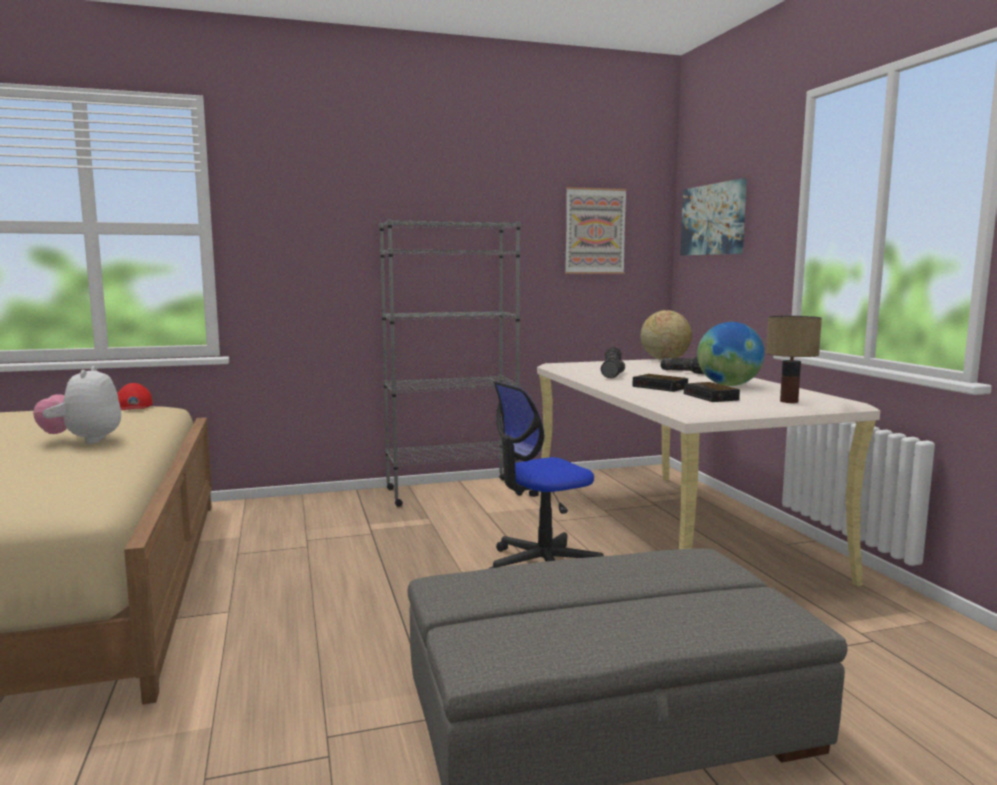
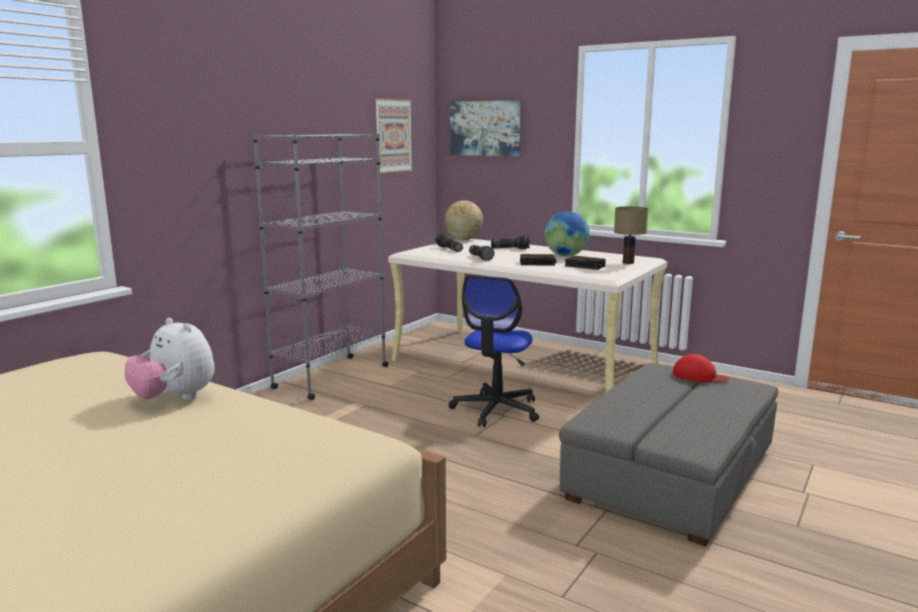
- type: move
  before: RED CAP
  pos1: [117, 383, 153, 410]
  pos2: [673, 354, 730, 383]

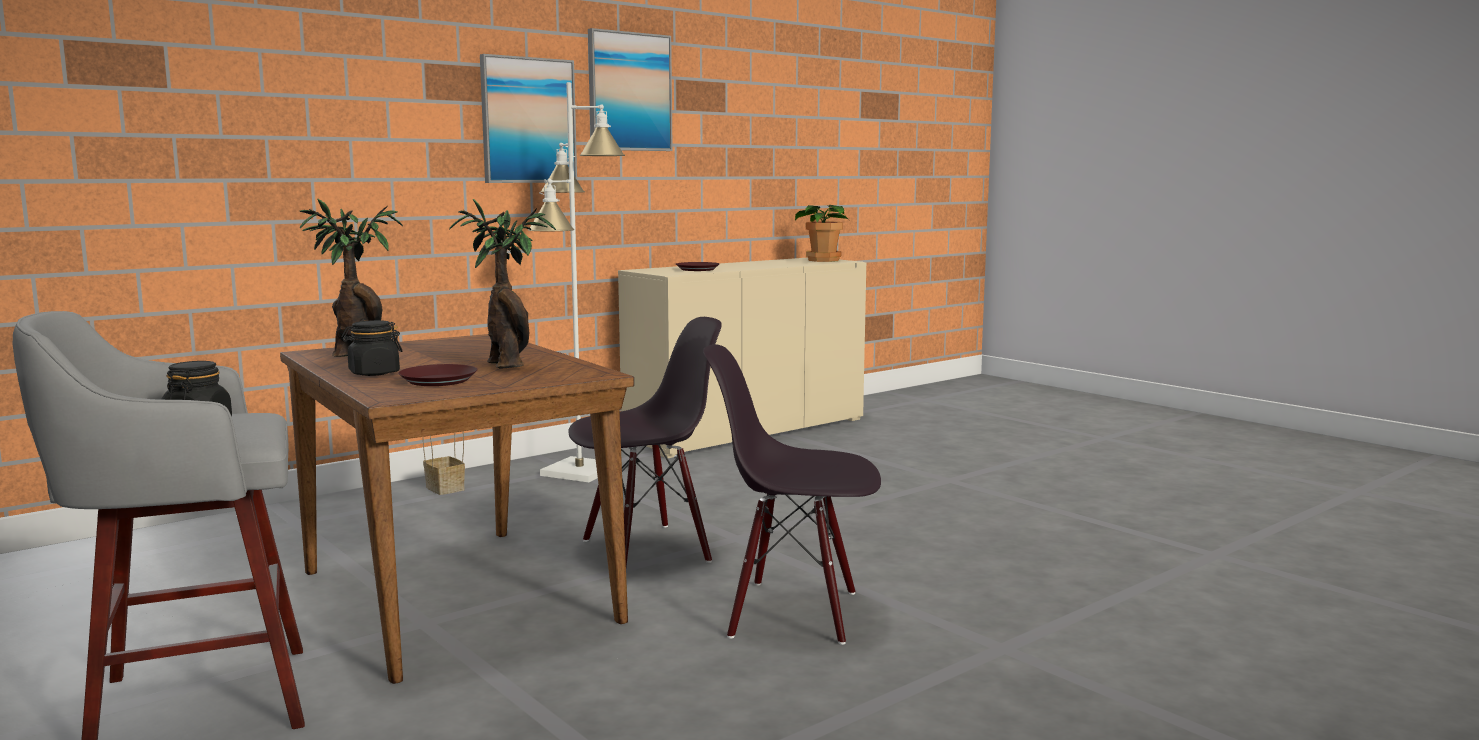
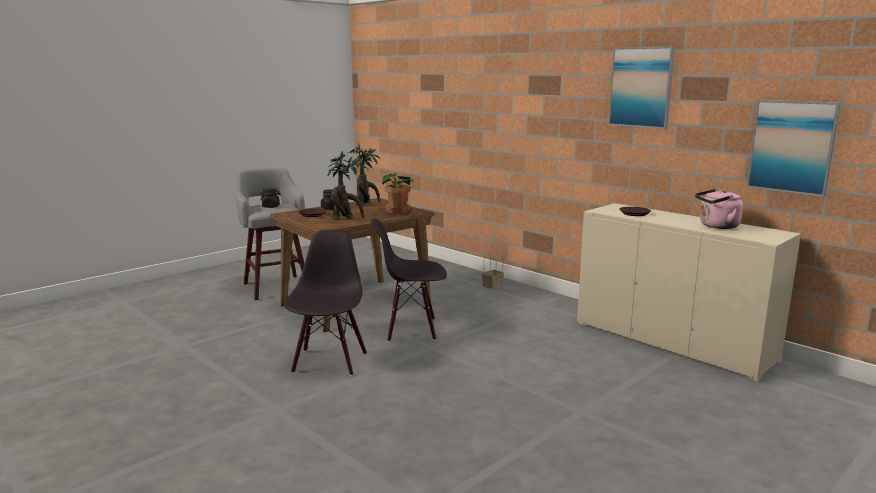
- type: move
  before: PICTURE
  pos1: [480, 54, 577, 183]
  pos2: [746, 100, 841, 197]
- type: delete
  before: WHITE FLOOR LAMP
  pos1: [528, 82, 625, 482]
- type: rotate
  before: BLACK CHAIR
  pos1: [568, 317, 722, 566]
  pos2: [371, 219, 447, 342]
  turn: 120
- type: move
  before: POTTED PLANT
  pos1: [795, 205, 849, 262]
  pos2: [382, 173, 414, 214]
- type: insert
  after: PINK KETTLE
  pos2: [695, 189, 743, 229]

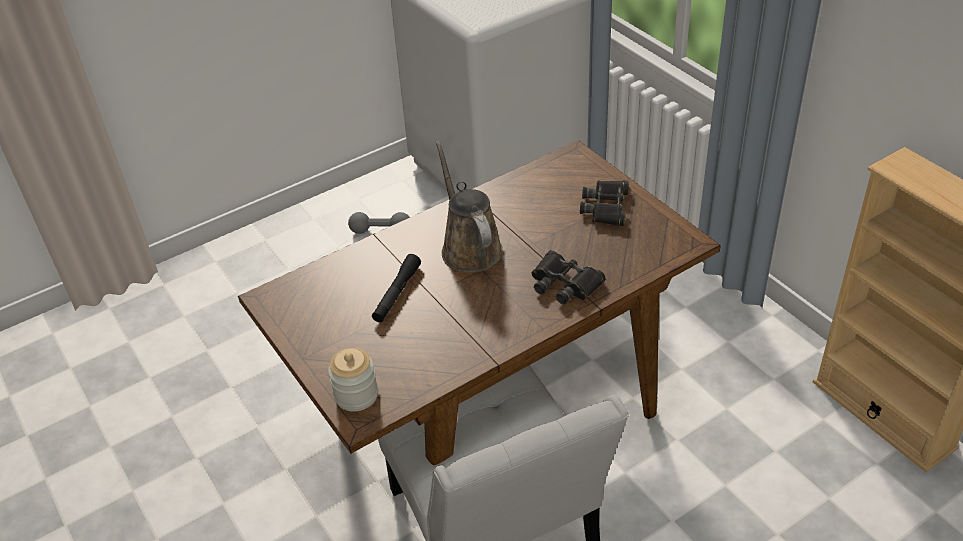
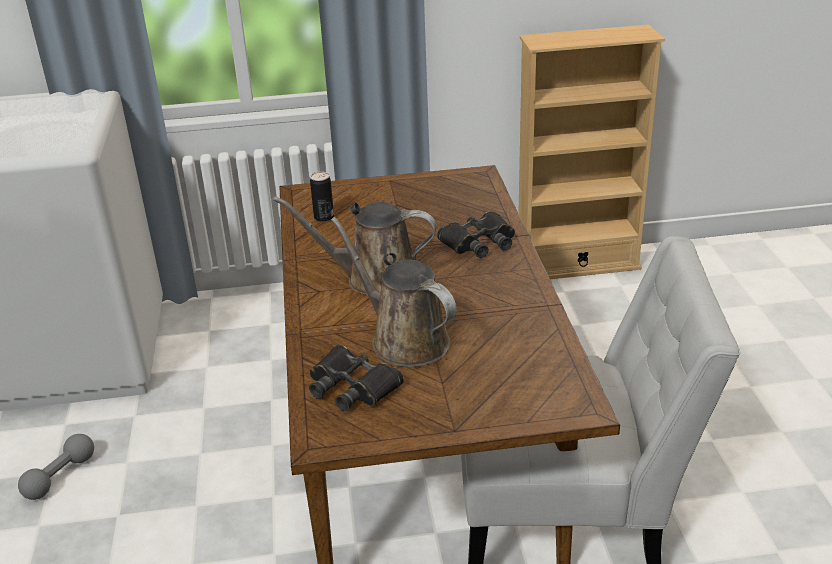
- type: delete
  before: JAR
  pos1: [328, 348, 378, 412]
- type: replace
  before: BLACK FLASHLIGHT
  after: BROWN WATERING CAN
  pos1: [372, 254, 421, 322]
  pos2: [331, 217, 457, 367]
- type: move
  before: BLACK BINOCULARS
  pos1: [580, 180, 629, 226]
  pos2: [309, 345, 404, 411]
- type: insert
  after: CAN
  pos2: [310, 172, 334, 222]

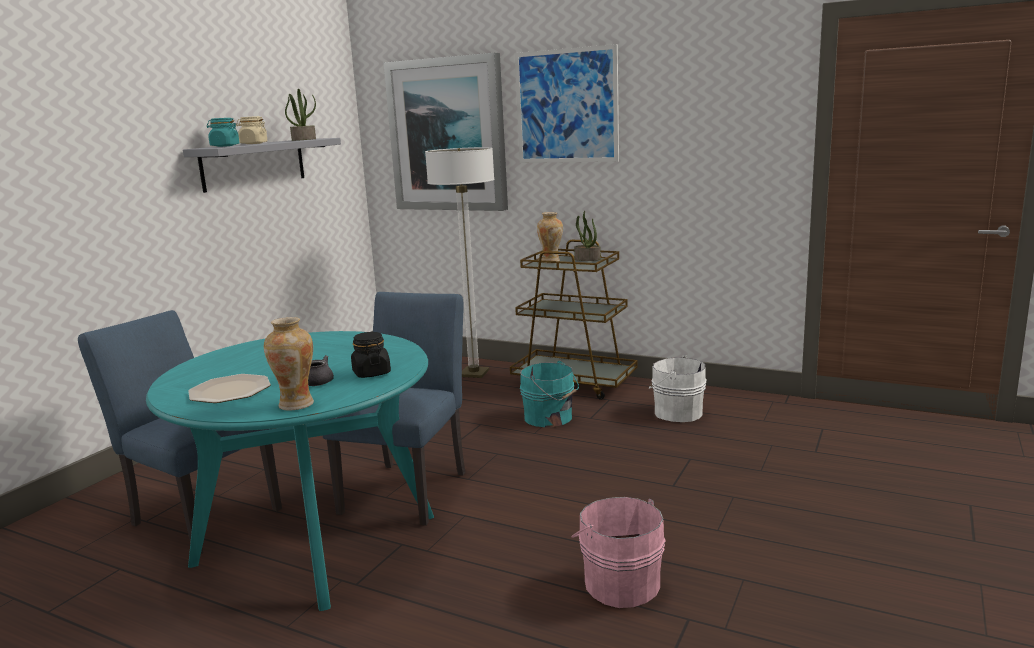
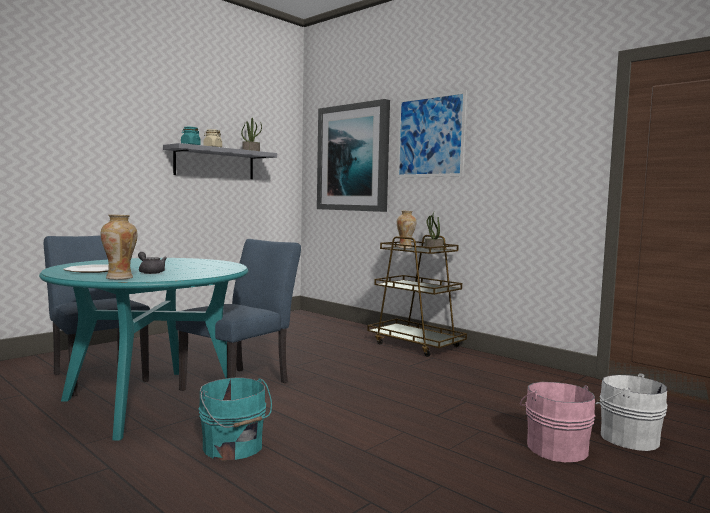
- type: delete
  before: BLACK JAR
  pos1: [351, 332, 391, 378]
- type: delete
  before: FLOOR LAMP
  pos1: [425, 147, 495, 378]
- type: move
  before: TURQUOISE BUCKET
  pos1: [520, 360, 579, 427]
  pos2: [198, 377, 272, 461]
- type: move
  before: PINK BUCKET
  pos1: [571, 497, 666, 608]
  pos2: [520, 382, 596, 462]
- type: move
  before: WHITE BUCKET
  pos1: [649, 355, 706, 422]
  pos2: [596, 373, 667, 451]

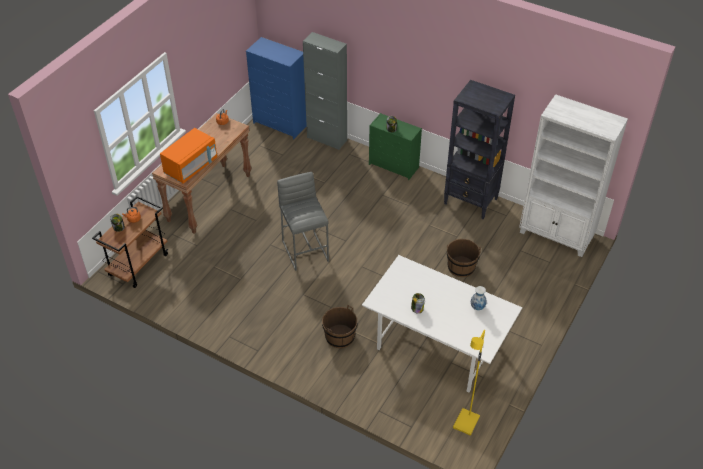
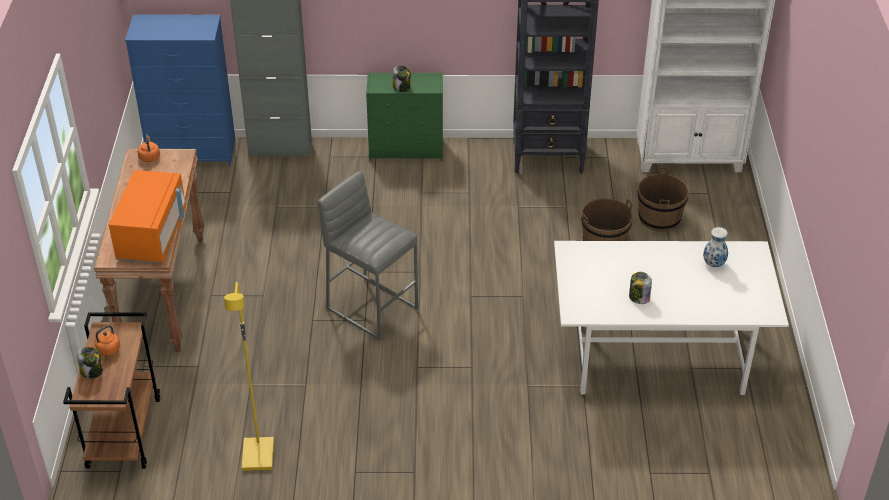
- type: move
  before: BROWN BUCKET
  pos1: [322, 305, 357, 348]
  pos2: [638, 168, 689, 232]
- type: move
  before: YELLOW FLOOR LAMP
  pos1: [453, 330, 485, 436]
  pos2: [224, 282, 274, 471]

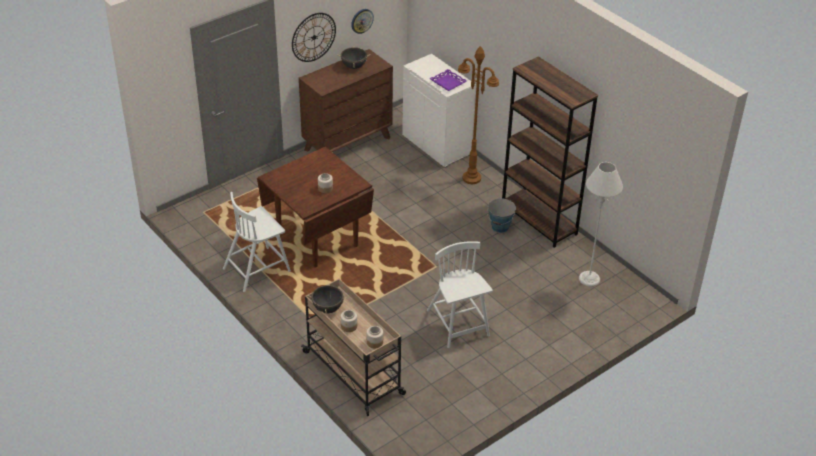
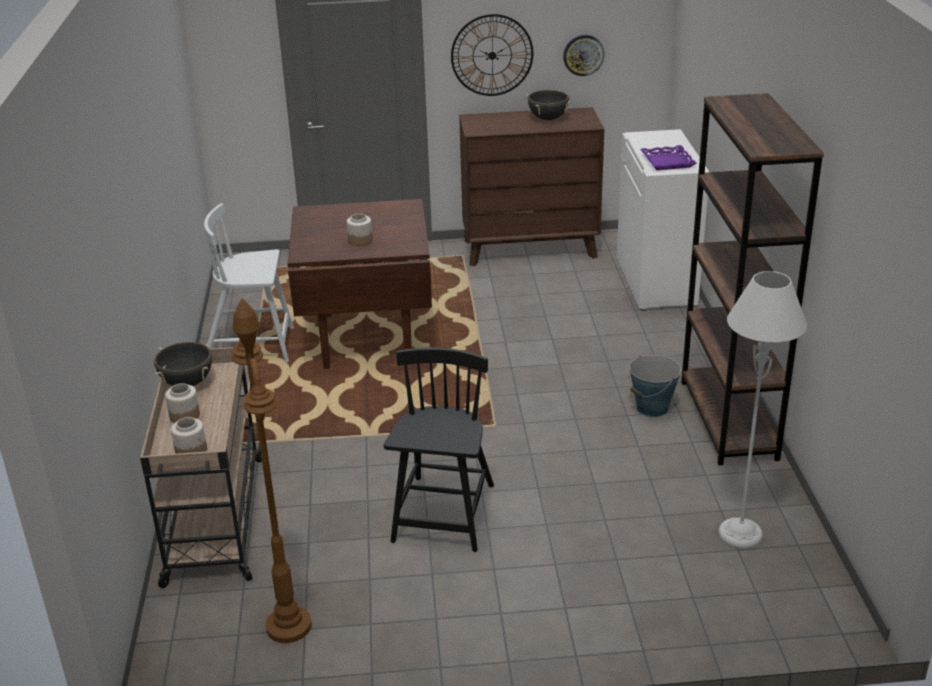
- type: recolor
  before: WHITE CHAIR
  after: BLACK CHAIR
  pos1: [427, 241, 493, 348]
  pos2: [384, 347, 494, 552]
- type: move
  before: BROWN FLOOR LAMP
  pos1: [458, 46, 499, 184]
  pos2: [232, 298, 312, 643]

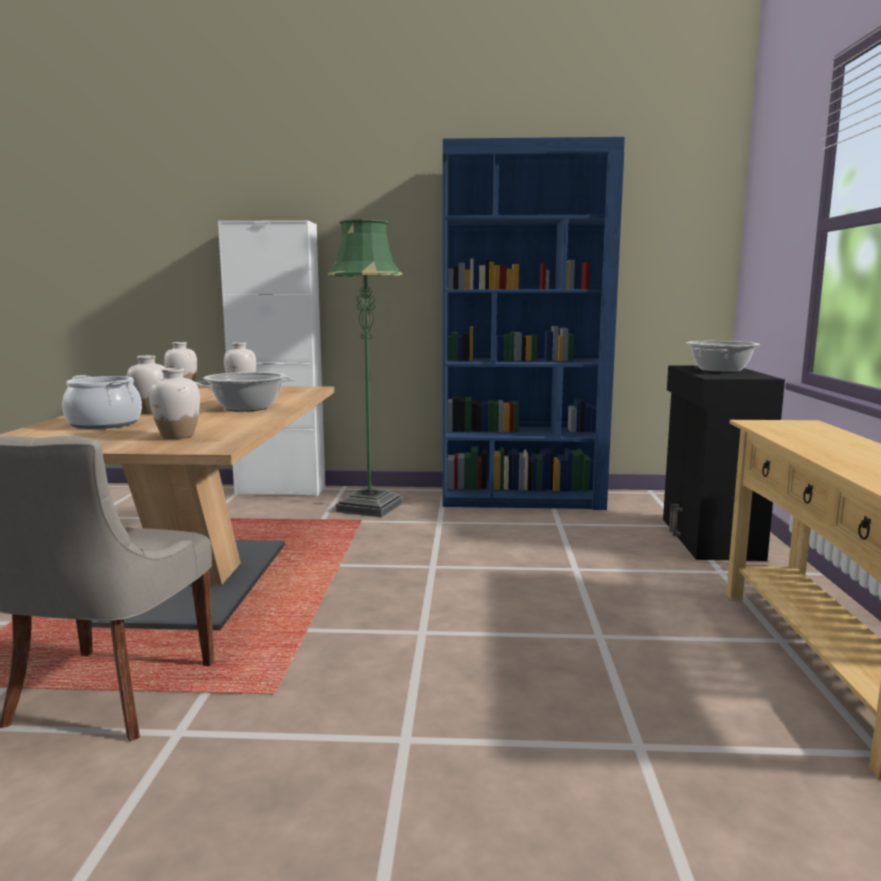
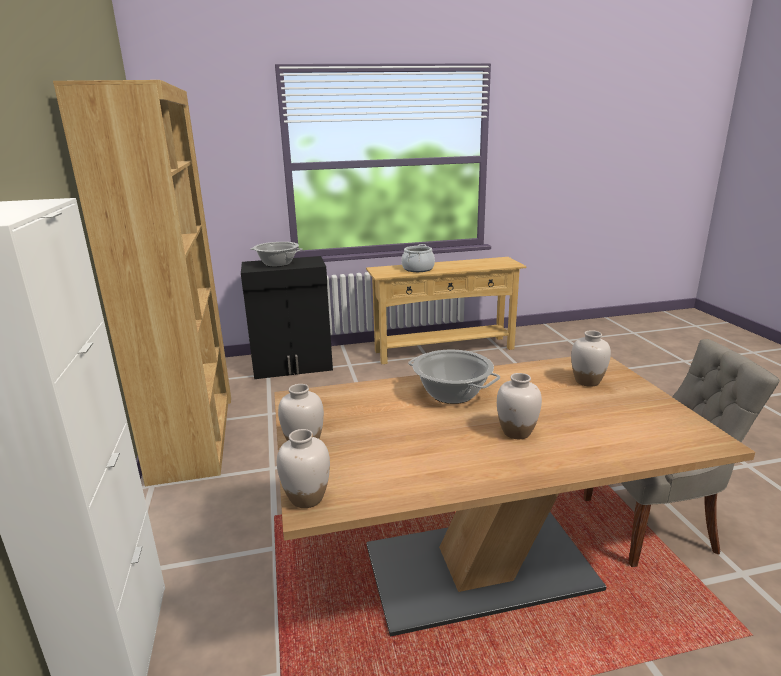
- type: move
  before: COOKING POT
  pos1: [62, 375, 142, 429]
  pos2: [401, 244, 435, 272]
- type: delete
  before: GREEN FLOOR LAMP
  pos1: [327, 219, 403, 517]
- type: recolor
  before: BLUE BOOKCASE
  after: BROWN BOOKCASE
  pos1: [443, 137, 625, 510]
  pos2: [53, 80, 231, 486]

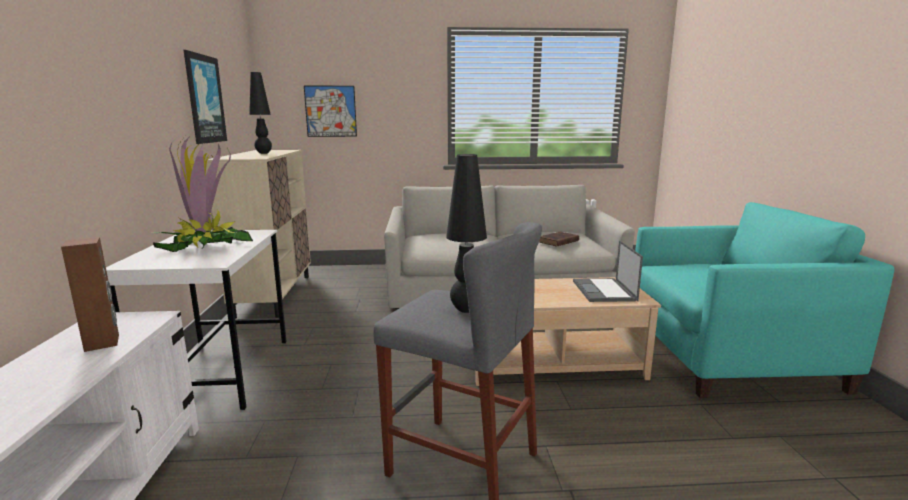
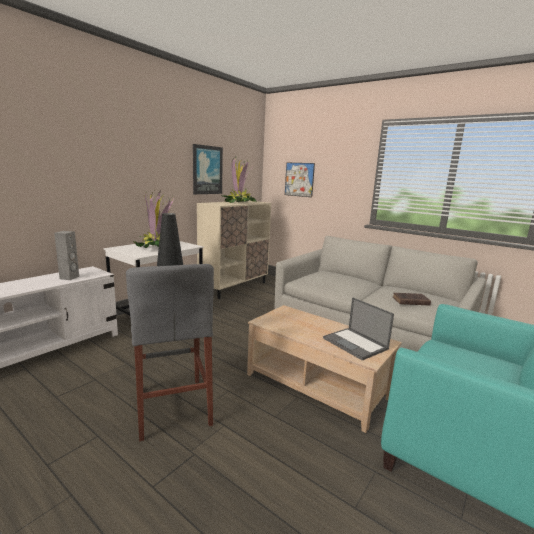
- type: recolor
  before: BROWN SPEAKER
  after: GREY SPEAKER
  pos1: [61, 237, 119, 352]
  pos2: [54, 231, 79, 280]
- type: replace
  before: BLACK TABLE LAMP
  after: POTTED PLANT
  pos1: [249, 72, 272, 154]
  pos2: [221, 157, 257, 203]
- type: rotate
  before: LAPTOP
  pos1: [573, 240, 643, 302]
  pos2: [323, 297, 394, 361]
  turn: -75

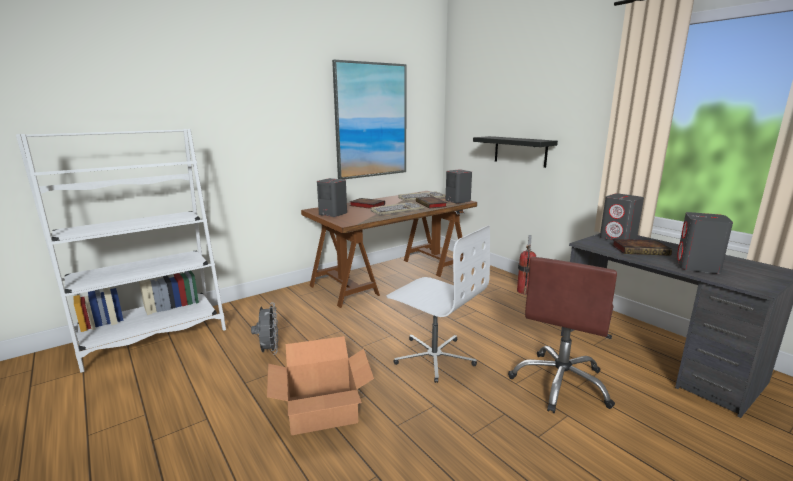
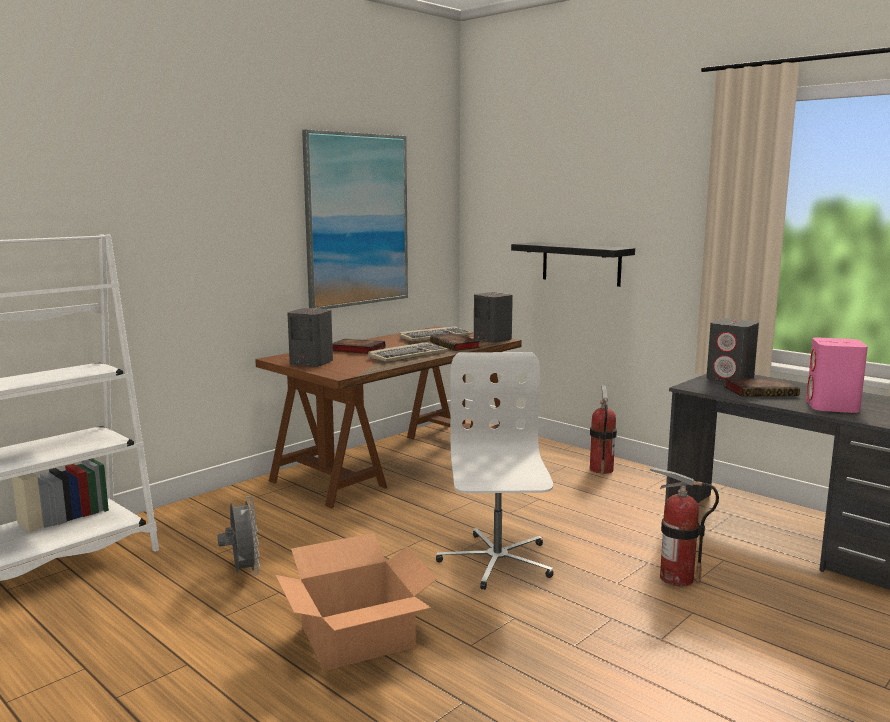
- type: rotate
  before: WHITE OFFICE CHAIR
  pos1: [386, 225, 490, 383]
  pos2: [436, 352, 554, 590]
  turn: -120
- type: replace
  before: BROWN OFFICE CHAIR
  after: FIRE EXTINGUISHER
  pos1: [508, 257, 617, 413]
  pos2: [650, 467, 719, 586]
- type: recolor
  before: GREY SPEAKER
  after: PINK SPEAKER
  pos1: [676, 212, 733, 274]
  pos2: [806, 338, 868, 413]

